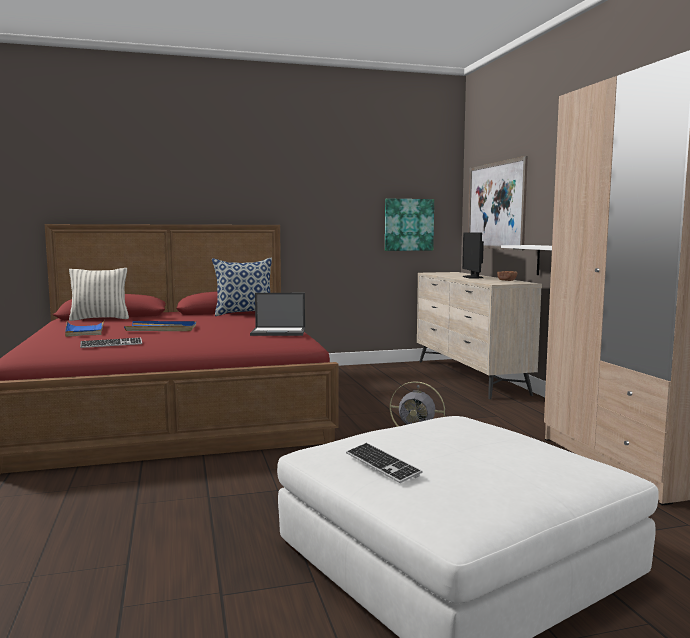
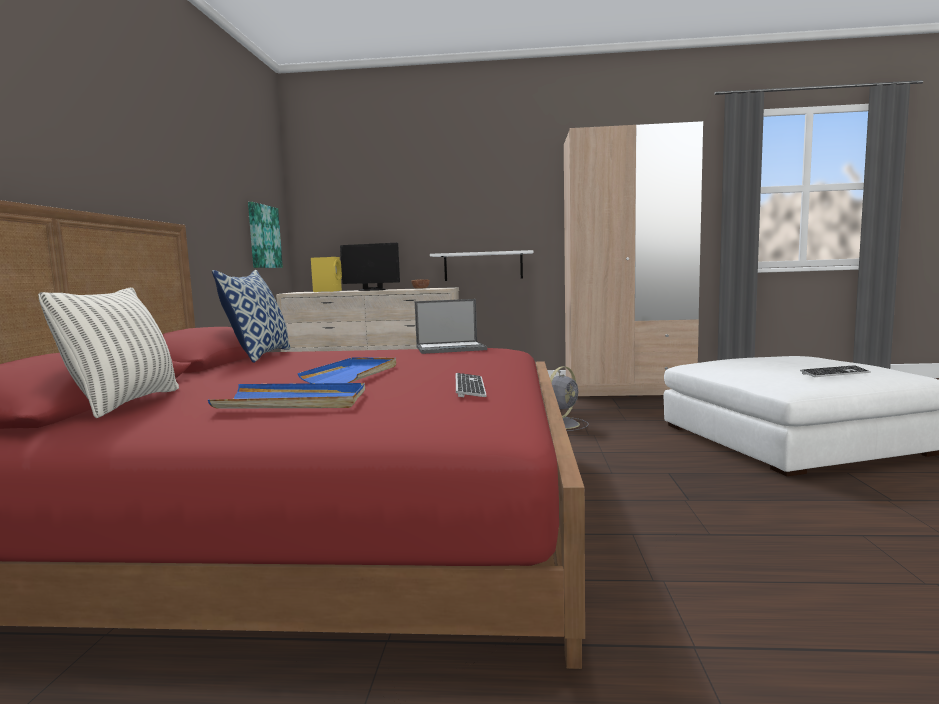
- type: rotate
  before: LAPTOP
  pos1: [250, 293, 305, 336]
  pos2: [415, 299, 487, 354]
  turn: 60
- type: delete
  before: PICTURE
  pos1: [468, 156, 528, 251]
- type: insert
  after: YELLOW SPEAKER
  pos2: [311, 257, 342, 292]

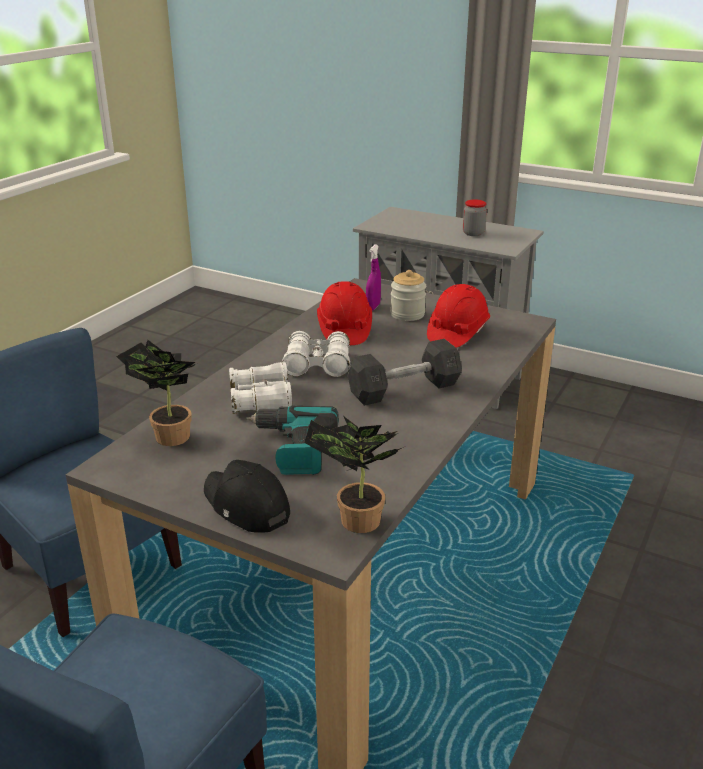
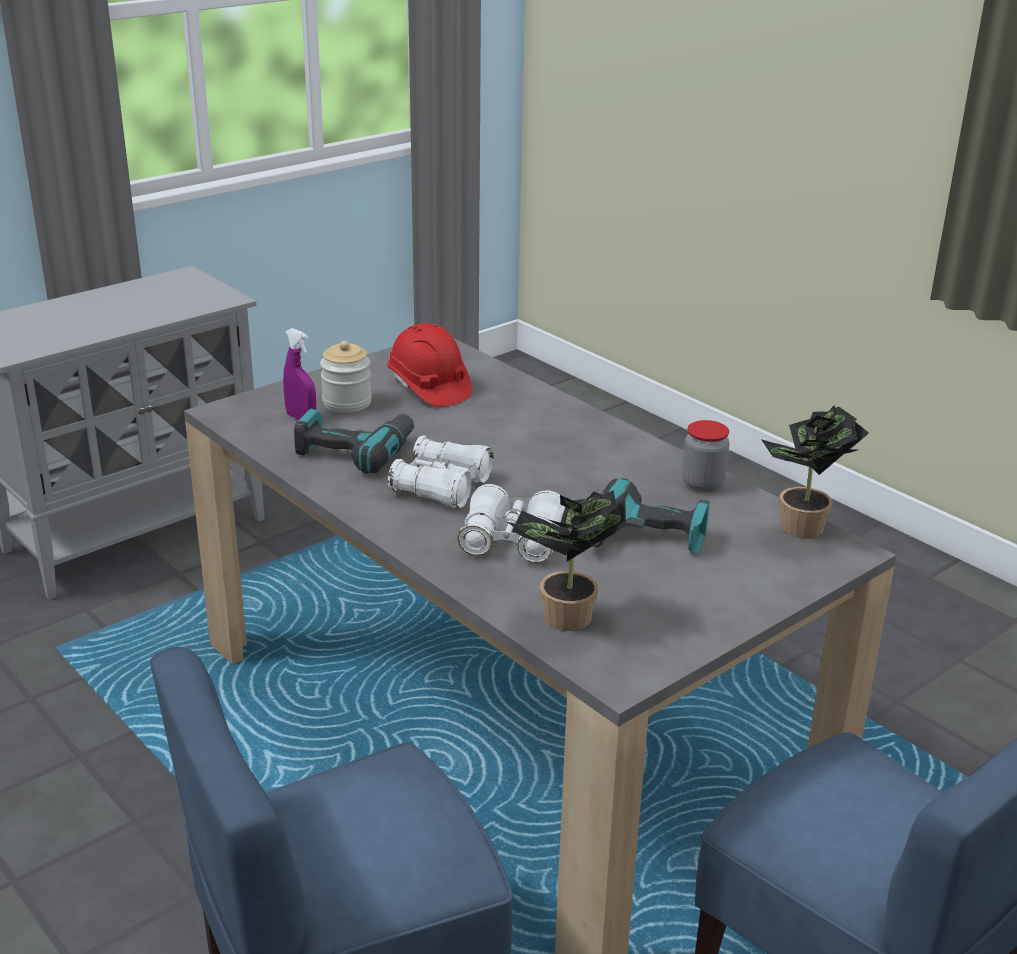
- type: delete
  before: BLACK CAP
  pos1: [204, 460, 290, 533]
- type: replace
  before: RED HARD HAT
  after: POWER DRILL
  pos1: [317, 281, 372, 345]
  pos2: [294, 408, 414, 474]
- type: delete
  before: GREY DUMBBELL
  pos1: [348, 339, 462, 406]
- type: move
  before: JAR
  pos1: [463, 199, 487, 236]
  pos2: [682, 420, 730, 492]

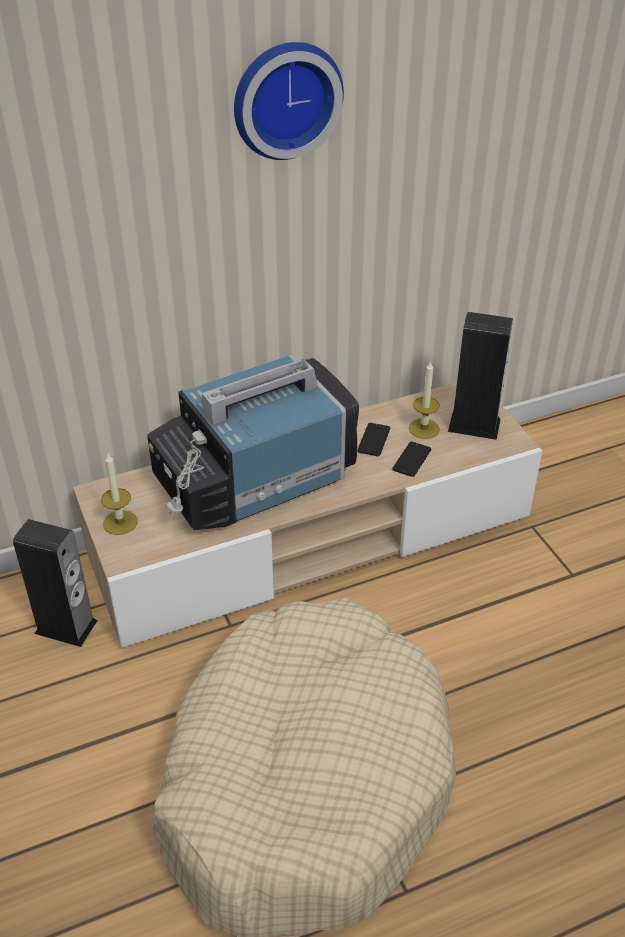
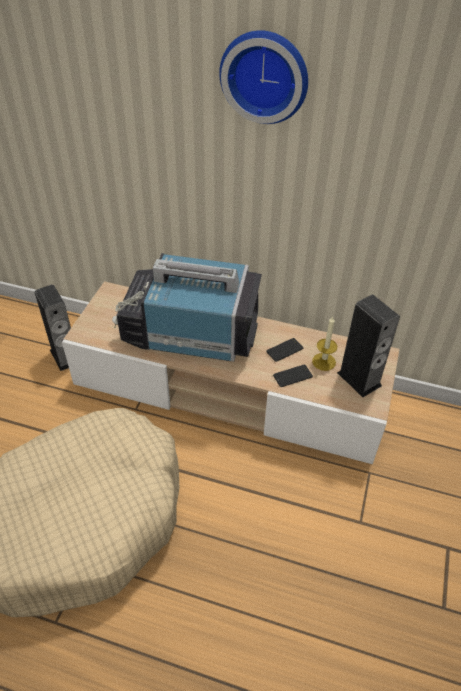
- type: delete
  before: CANDLE
  pos1: [101, 454, 137, 535]

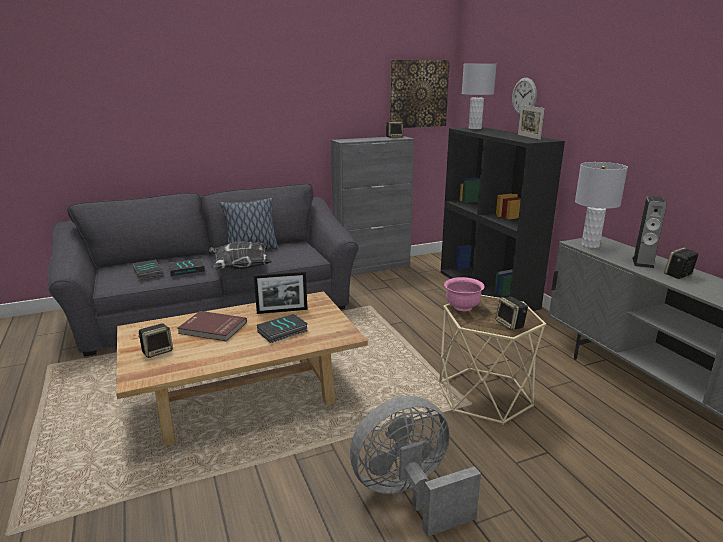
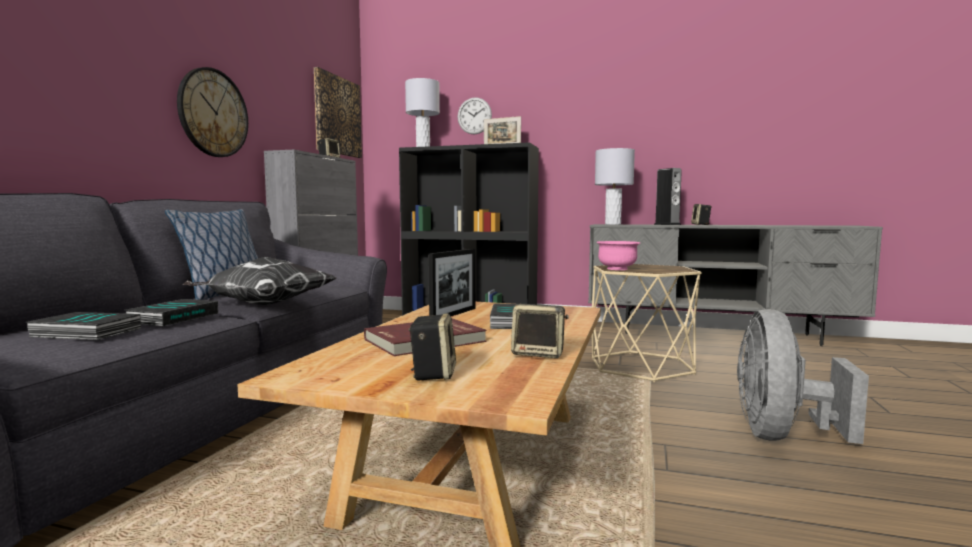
- type: move
  before: SPEAKER
  pos1: [495, 297, 528, 330]
  pos2: [511, 304, 569, 358]
- type: insert
  after: WALL CLOCK
  pos2: [177, 67, 248, 157]

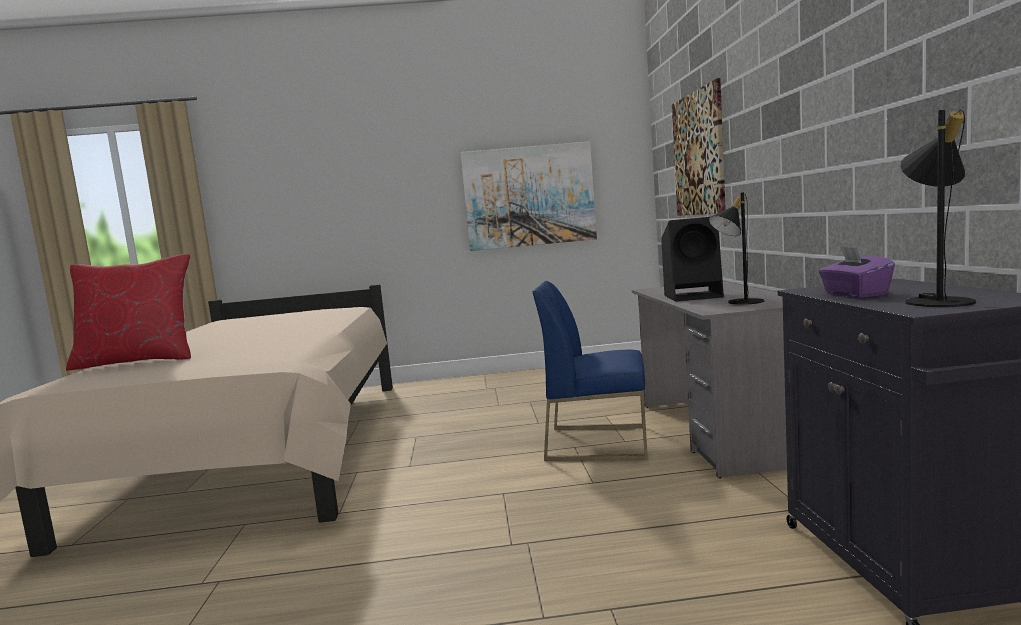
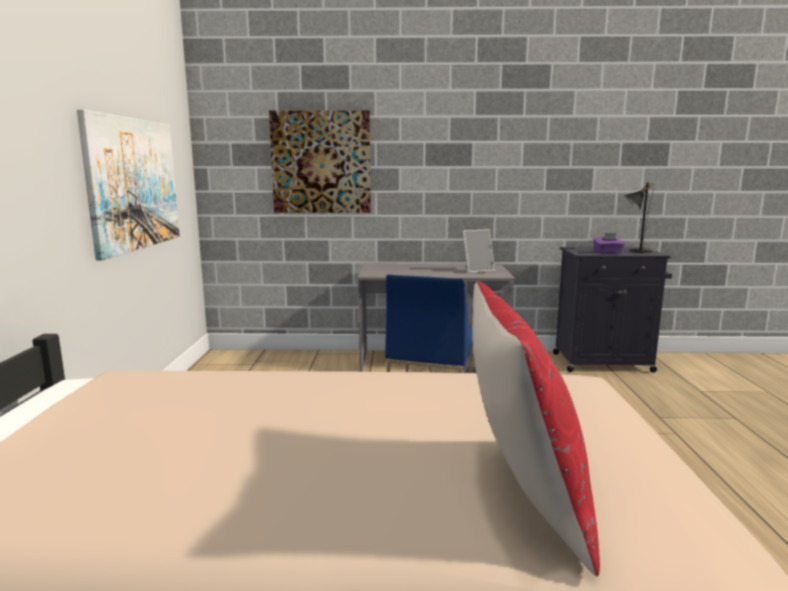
- type: delete
  before: BLACK SPEAKER
  pos1: [661, 217, 724, 302]
- type: replace
  before: BLACK TABLE LAMP
  after: PICTURE FRAME
  pos1: [709, 192, 764, 305]
  pos2: [463, 229, 495, 273]

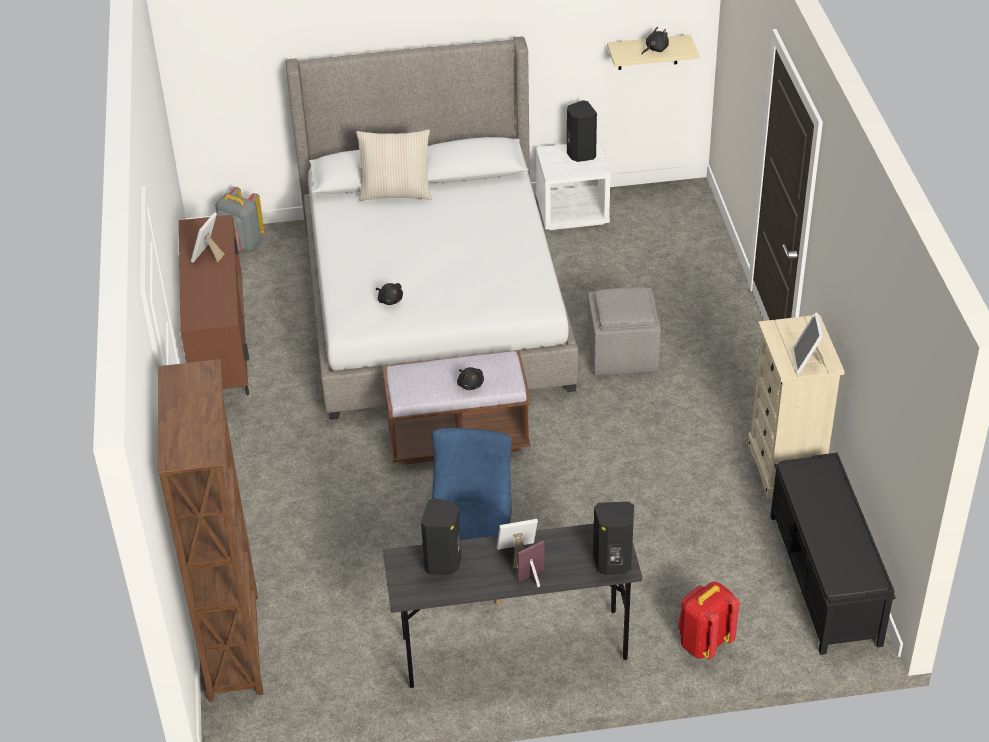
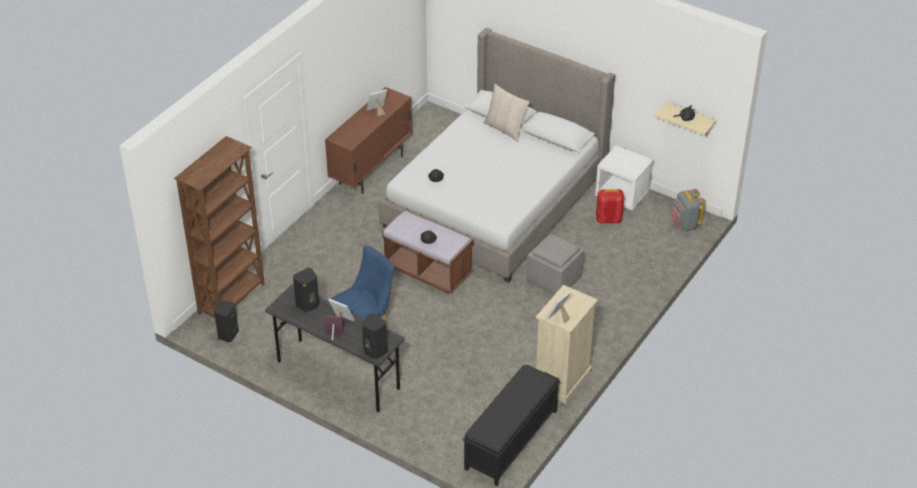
- type: move
  before: GREY BACKPACK
  pos1: [215, 187, 264, 252]
  pos2: [671, 189, 705, 231]
- type: move
  before: BLACK SPEAKER
  pos1: [567, 100, 597, 162]
  pos2: [214, 301, 239, 342]
- type: move
  before: RED BACKPACK
  pos1: [678, 581, 739, 660]
  pos2: [596, 189, 624, 224]

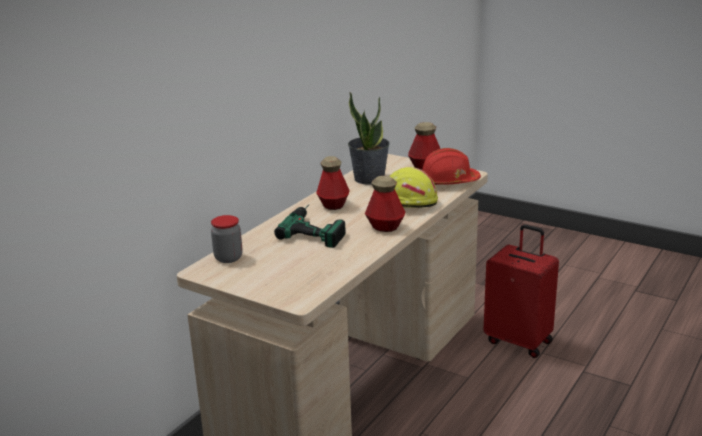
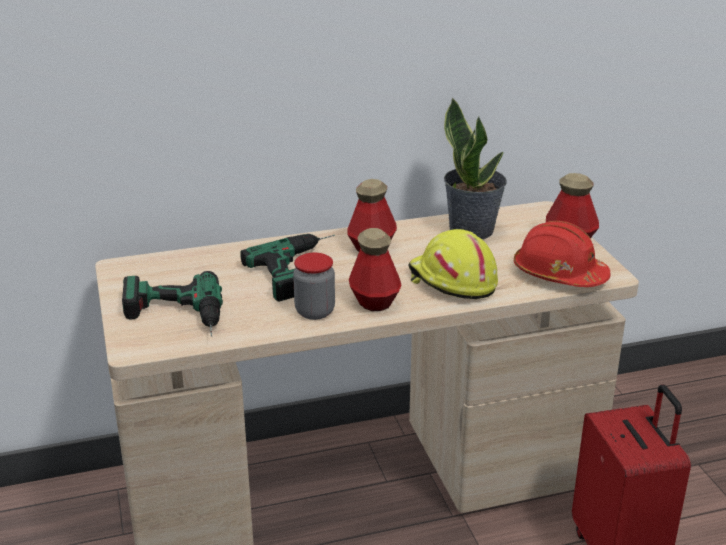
- type: move
  before: JAR
  pos1: [211, 215, 242, 263]
  pos2: [293, 253, 335, 320]
- type: insert
  after: POWER DRILL
  pos2: [122, 271, 223, 337]

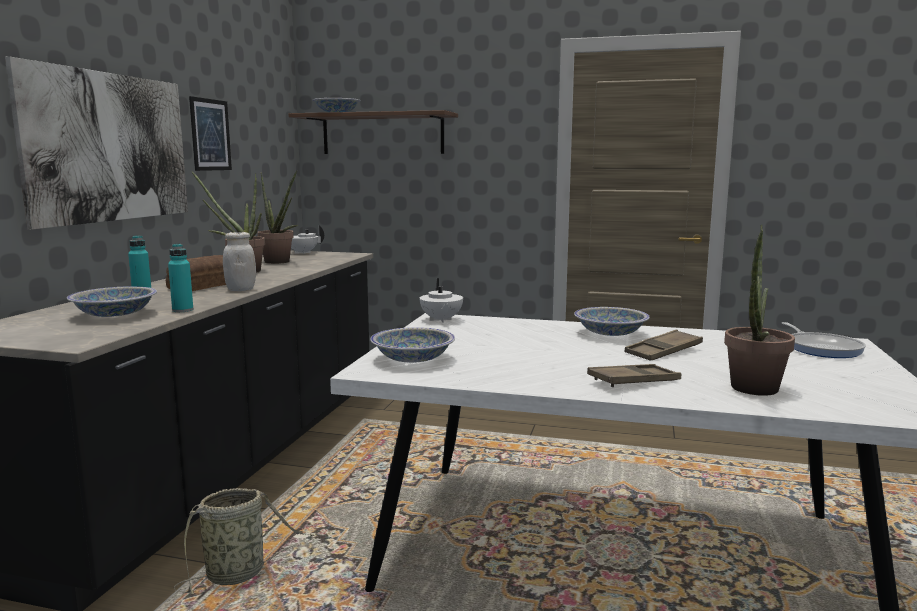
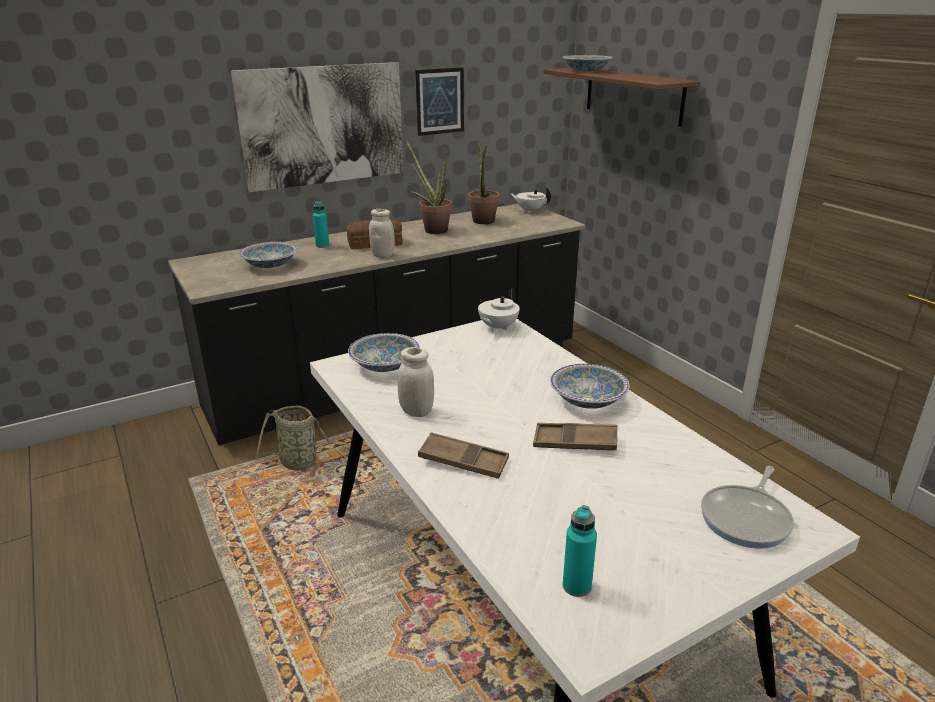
- type: move
  before: TURQUOISE BOTTLE
  pos1: [168, 244, 193, 312]
  pos2: [563, 505, 597, 597]
- type: delete
  before: POTTED PLANT
  pos1: [724, 225, 795, 396]
- type: insert
  after: WHITE JAR
  pos2: [398, 347, 434, 417]

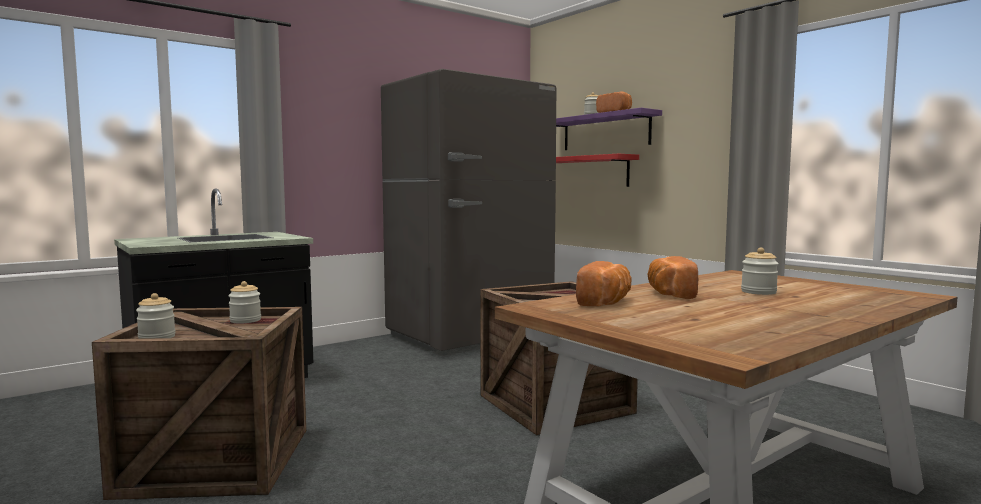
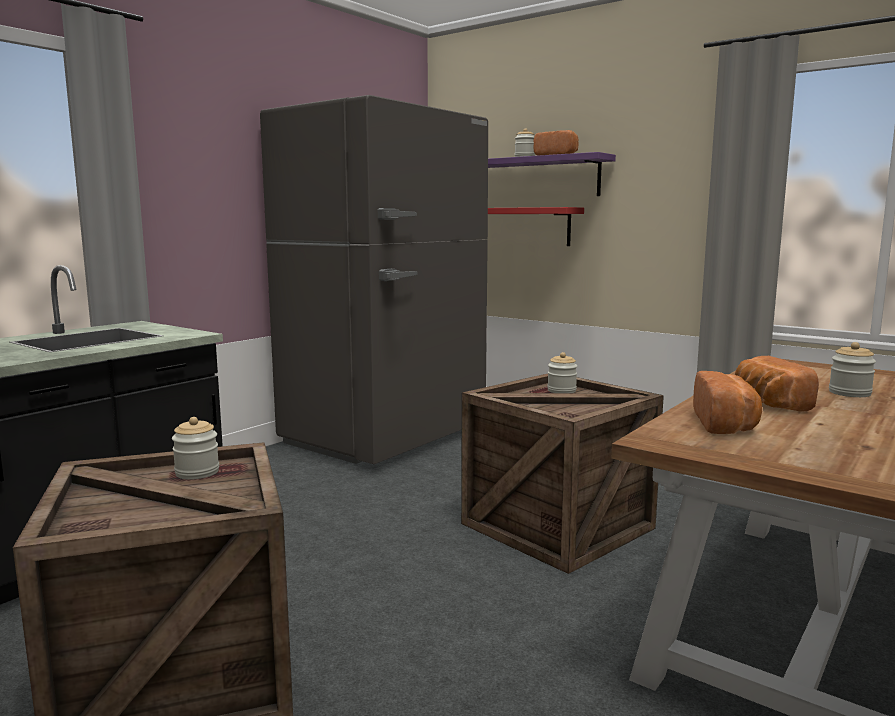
- type: move
  before: JAR
  pos1: [136, 293, 176, 339]
  pos2: [547, 352, 577, 393]

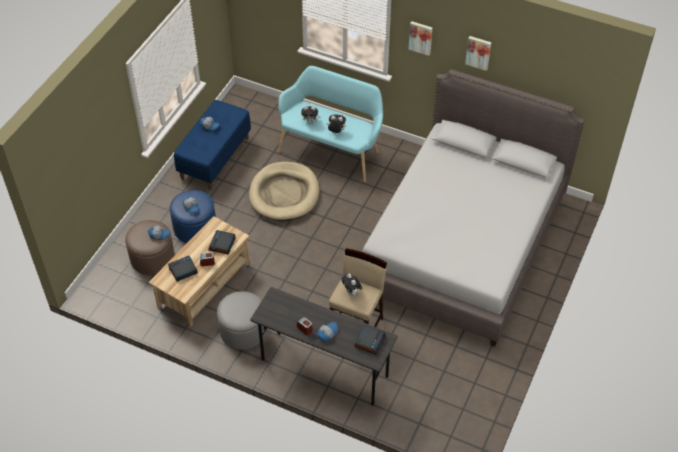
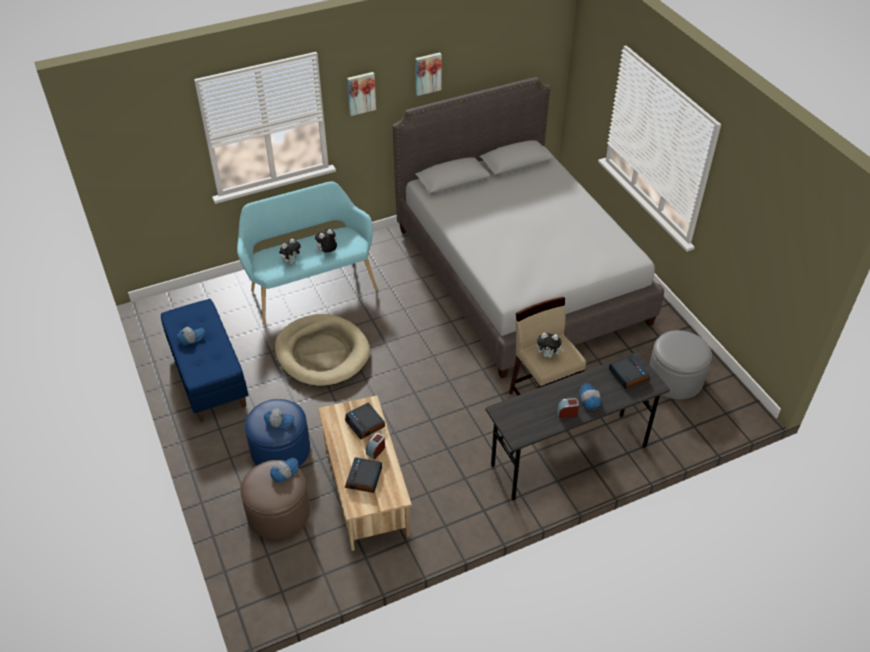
- type: move
  before: GREY OTTOMAN
  pos1: [217, 291, 266, 350]
  pos2: [649, 330, 712, 399]

